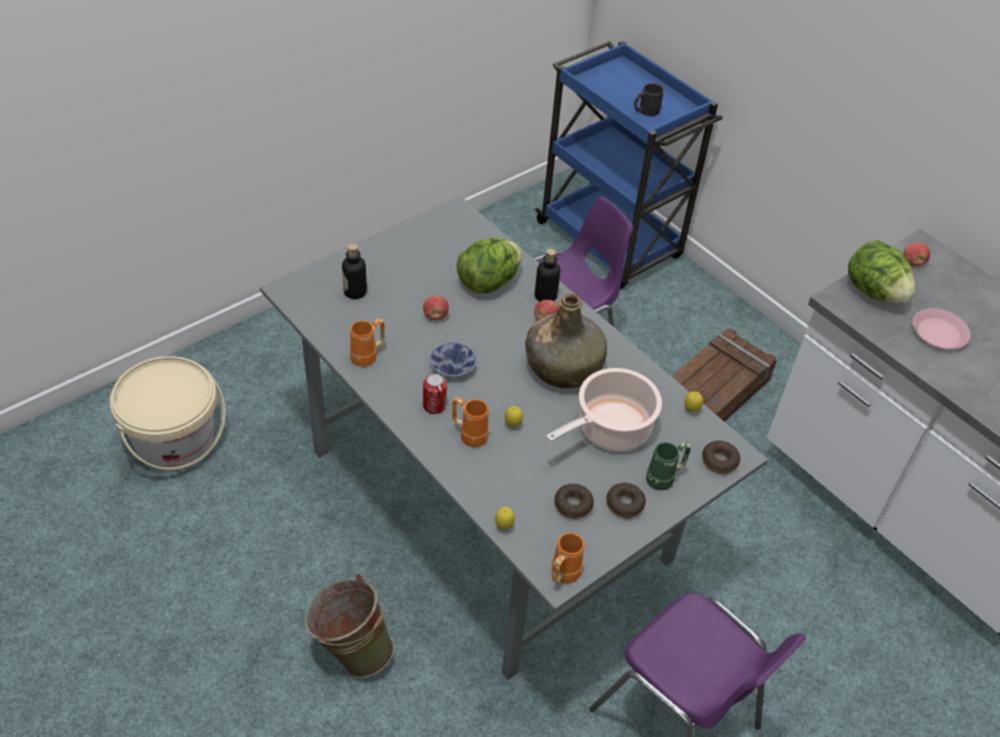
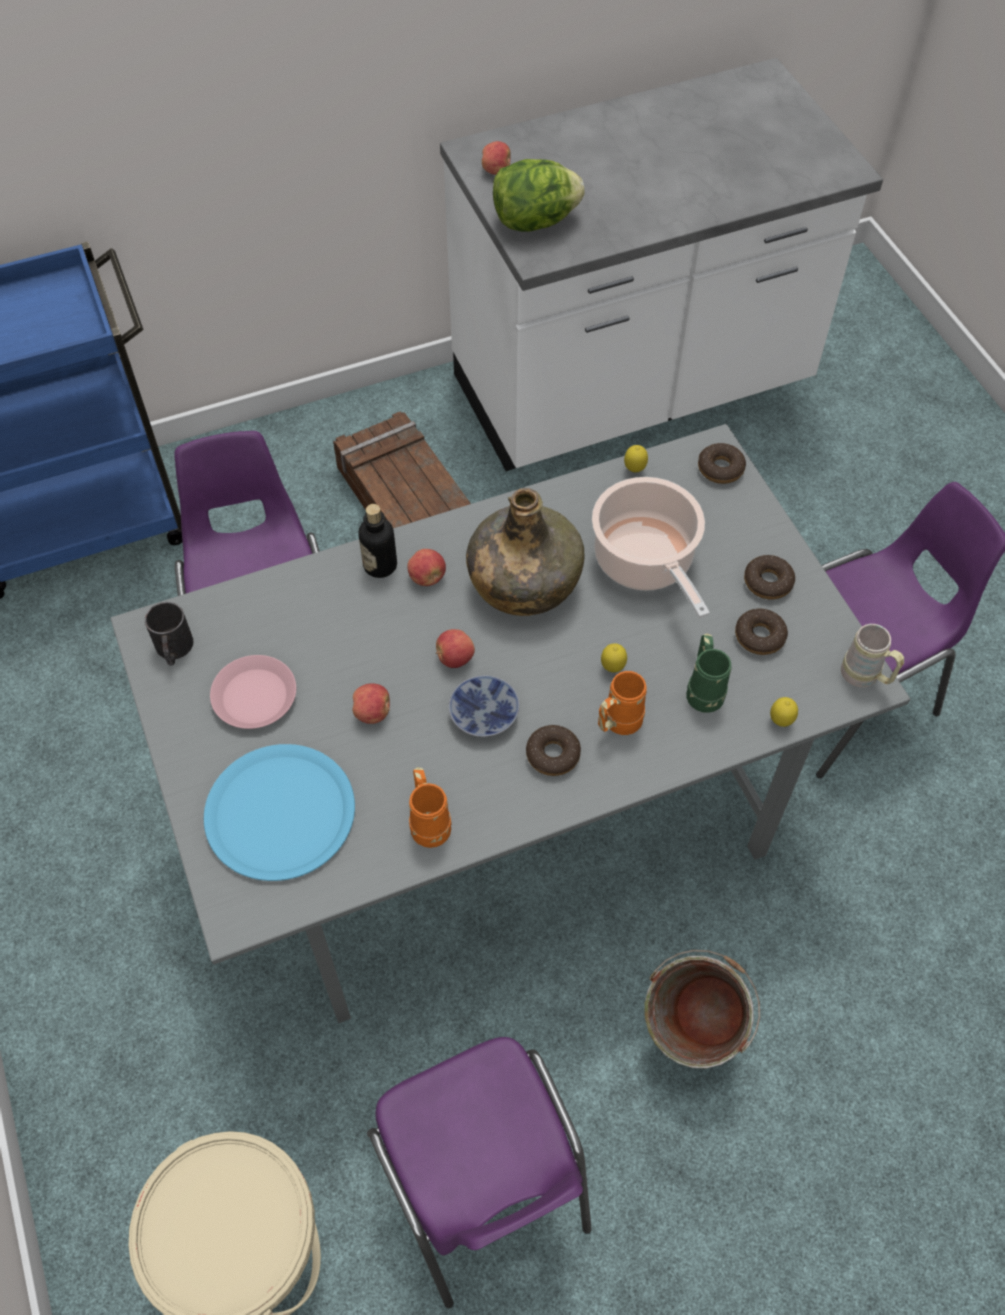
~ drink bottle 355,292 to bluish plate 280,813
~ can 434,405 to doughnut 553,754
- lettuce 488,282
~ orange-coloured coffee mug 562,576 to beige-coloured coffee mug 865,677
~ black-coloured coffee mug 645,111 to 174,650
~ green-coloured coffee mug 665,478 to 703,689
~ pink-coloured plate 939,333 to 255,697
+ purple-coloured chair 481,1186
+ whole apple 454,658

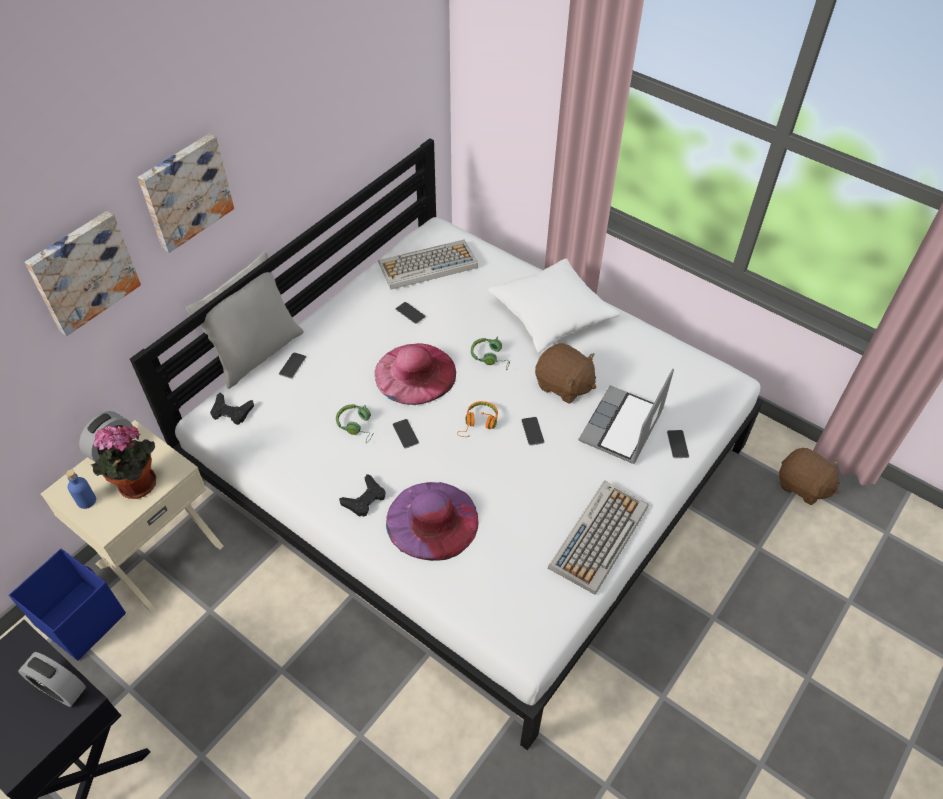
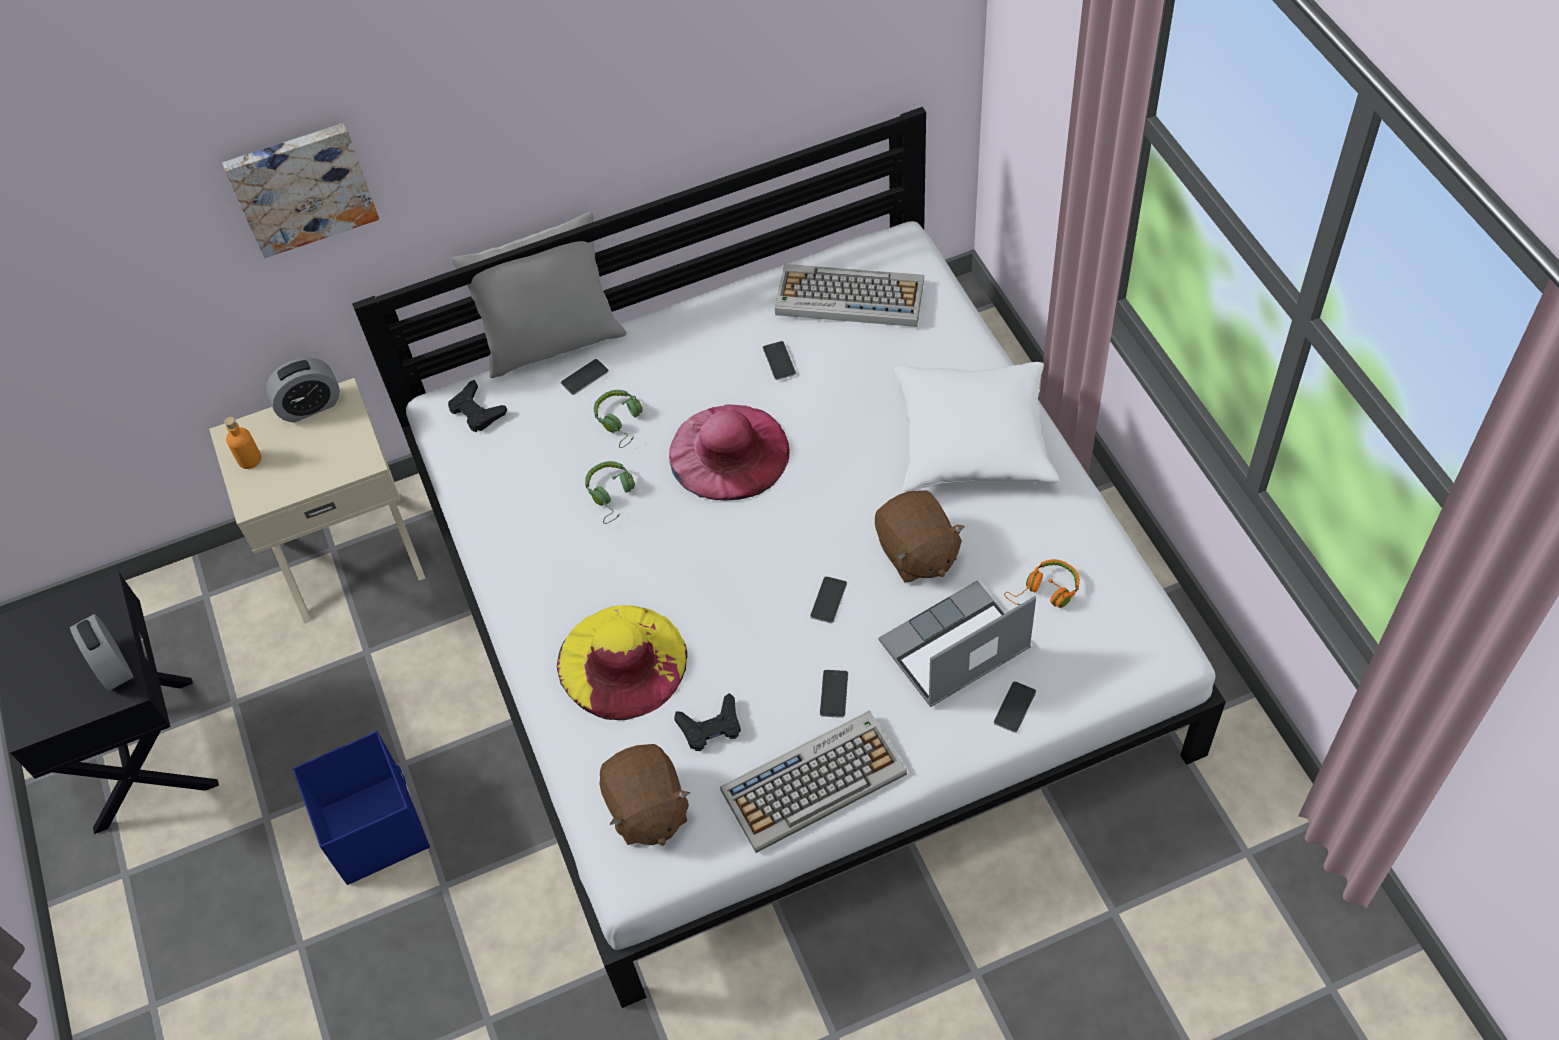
~ bluish storage bin 81,619 to 375,827
~ bluish drink bottle 86,501 to orange-coloured drink bottle 249,459
- potted plant 136,487
- picture 185,191
~ black-coloured gamepad 364,499 to 710,727
~ purple-coloured clothing hat 432,520 to yellowish clothing hat 622,661
~ phone 405,433 to 834,693
~ orange-coloured pair of headphones 478,423 to 1045,592
~ green-coloured pair of headphones 491,357 to 621,421
~ brown plush toy 803,486 to 647,809

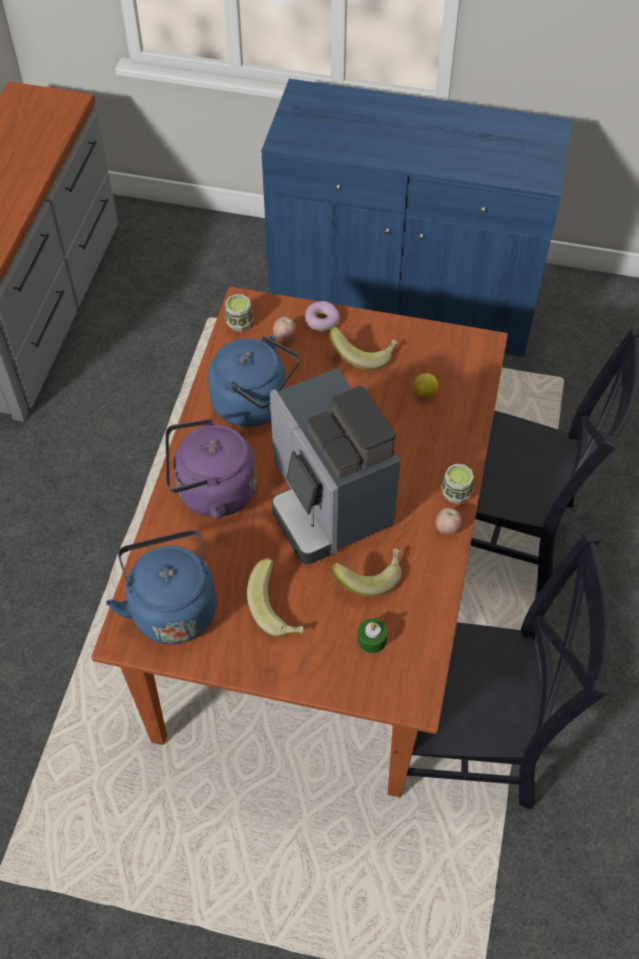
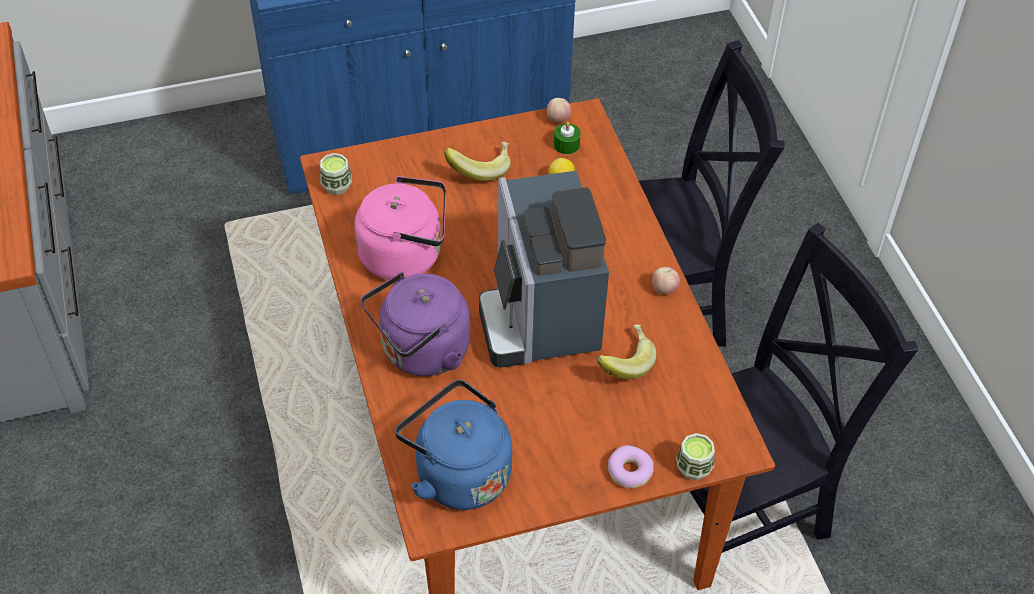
~ bluish tea kettle 254,404 to pink-coloured tea kettle 406,255
- banana 278,609
~ coffee brewer 327,503 = 540,314 45 degrees clockwise
~ whole apple 284,337 to 558,119
~ doughnut 321,320 to 629,471
~ green-coloured wax candle 372,640 to 566,145
~ cup 456,493 to 693,468

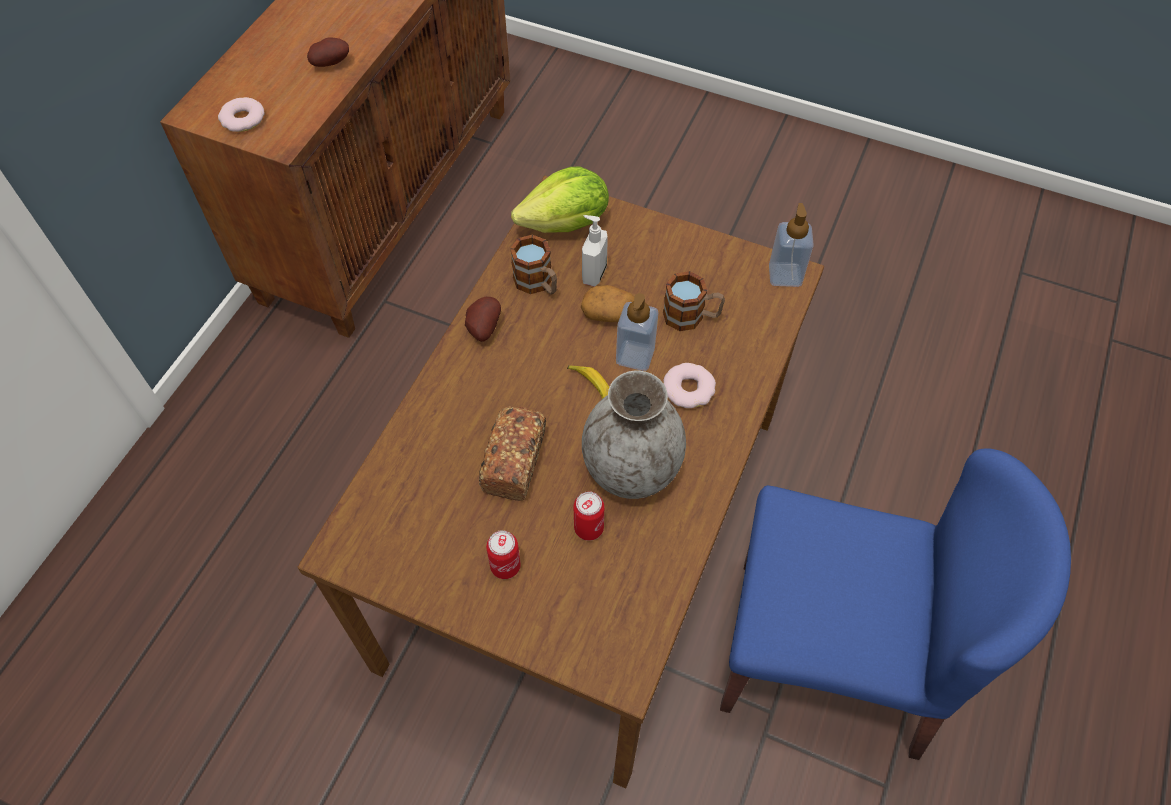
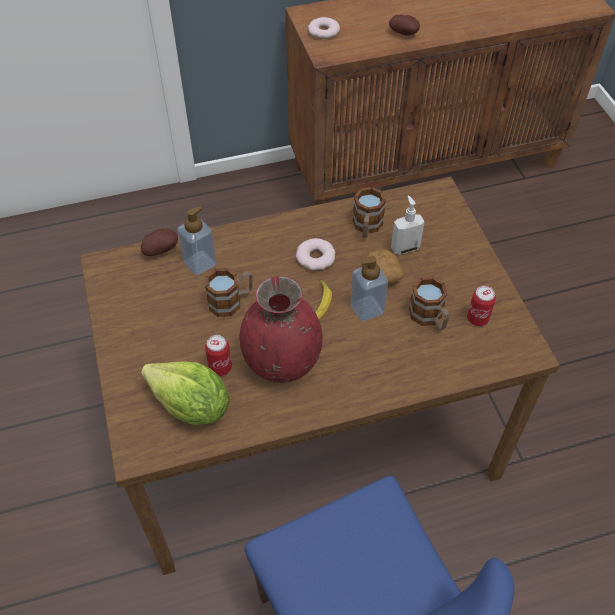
~ potato 482,328 to 160,250
~ baked bread 514,462 to coffee mug 231,301
~ can 505,566 to 477,318
~ lettuce 566,224 to 191,407
~ greyish flower vase 631,470 to red flower vase 281,362
~ doughnut 688,389 to 316,257
~ soap dispenser 785,275 to 200,263

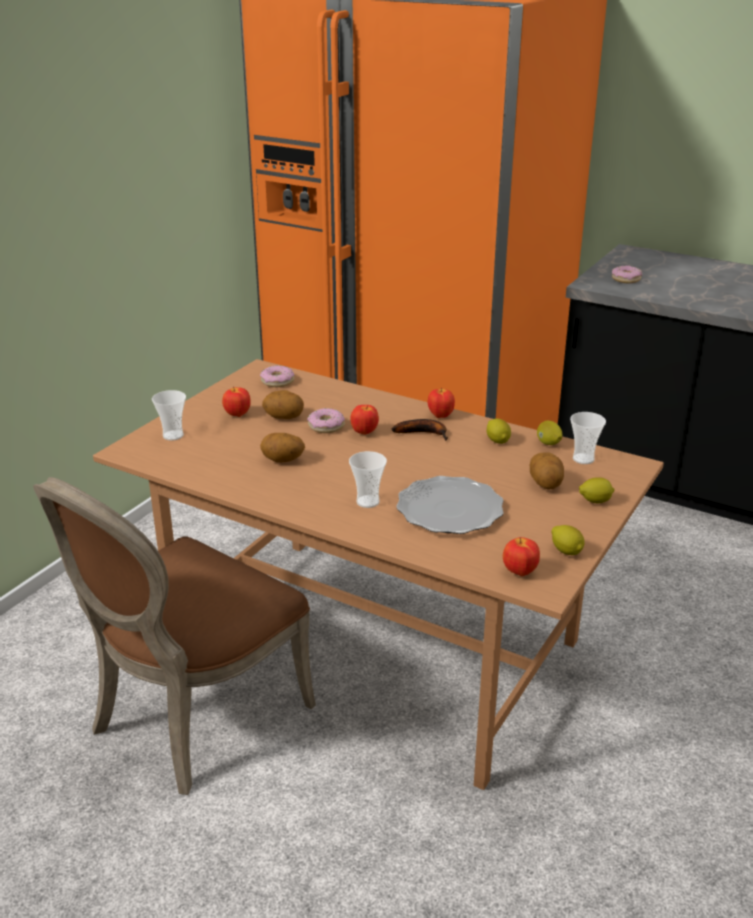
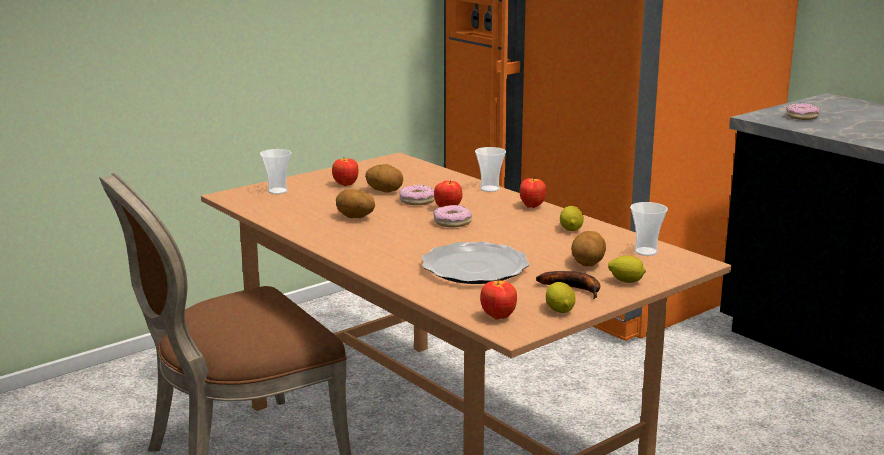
~ doughnut 277,381 to 452,222
~ cup 368,502 to 489,189
~ banana 424,433 to 574,289
- citrus fruit 548,443

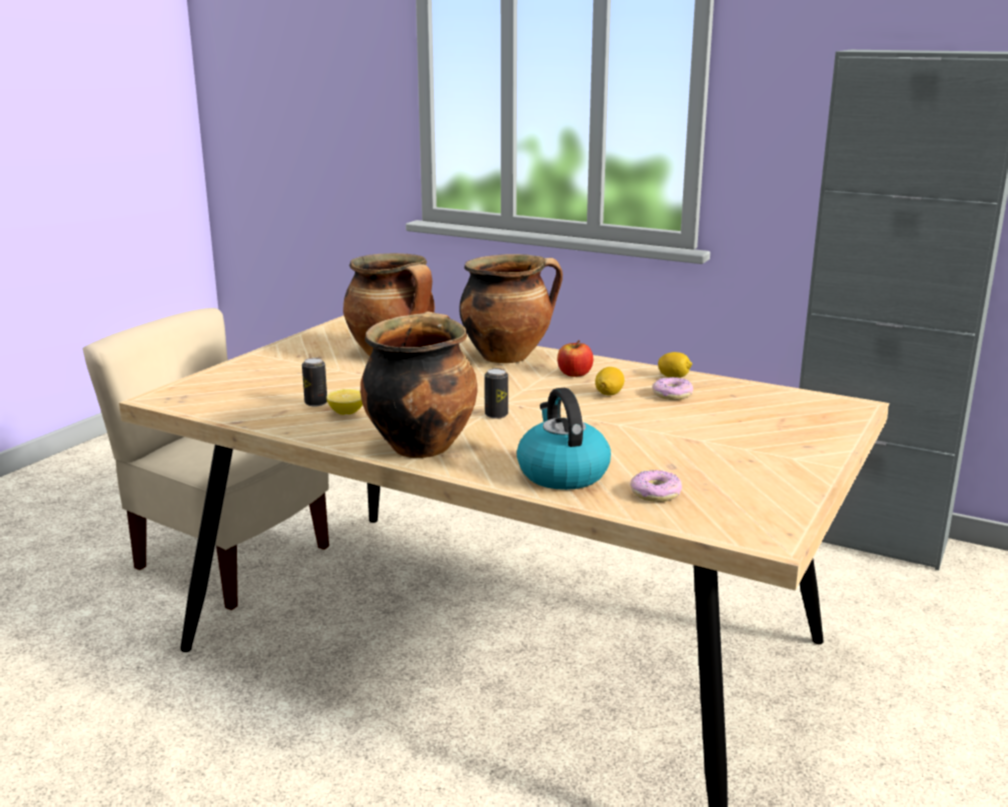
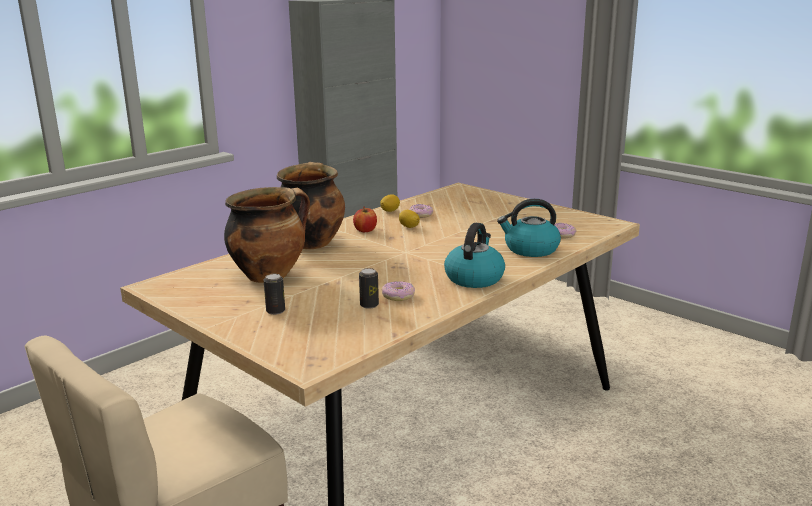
~ citrus fruit 346,413 to doughnut 398,296
~ cooking pot 421,445 to tea kettle 474,278
~ can 496,415 to 275,311

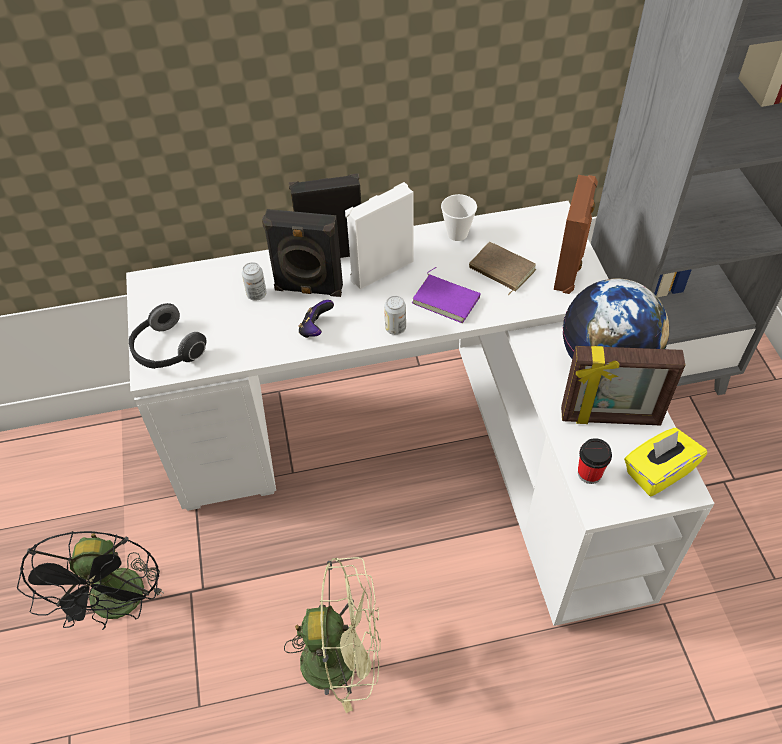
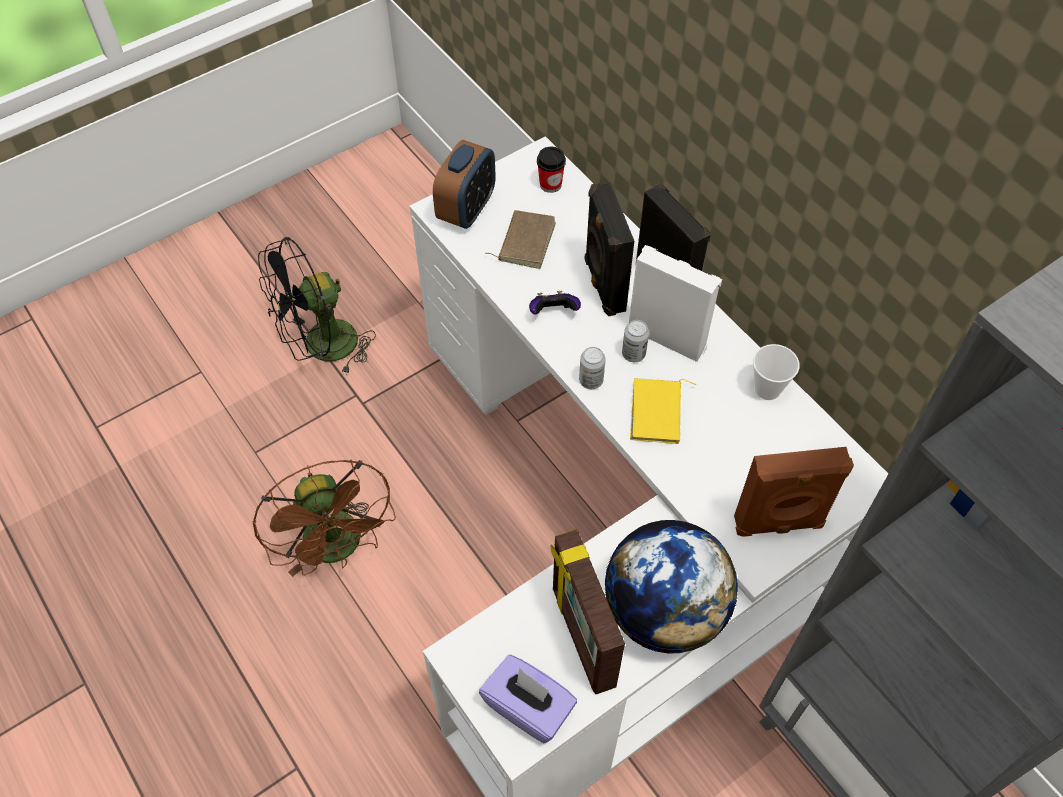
~ pair of headphones 167,351 to bedside clock 467,210
~ can 256,294 to 633,354
~ green-coloured electric fan 342,658 to brown electric fan 339,548
~ purple-coloured volume 447,299 to yellowish volume 658,413
~ brown volume 500,270 to 524,241
~ cup 589,473 to 550,184
~ yellowish box of tissues 658,472 to purple-coloured box of tissues 528,707

